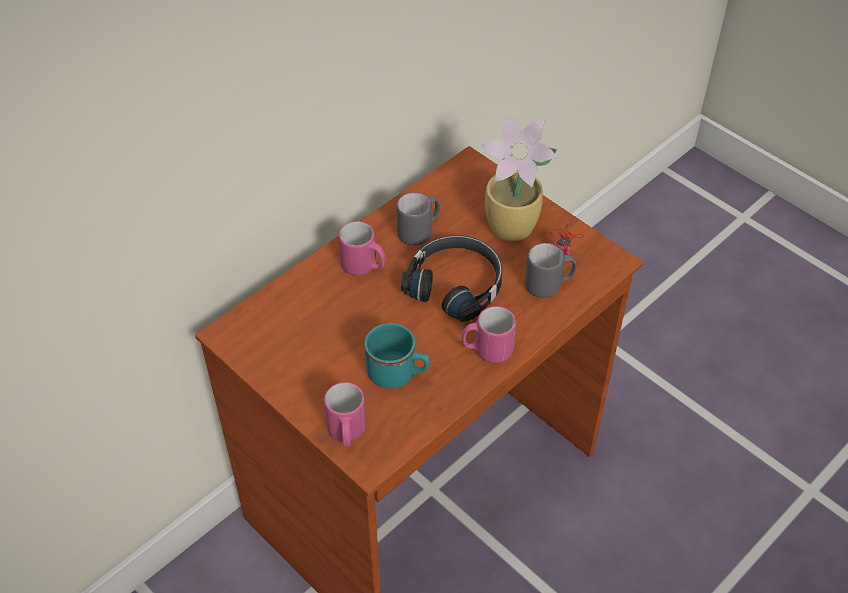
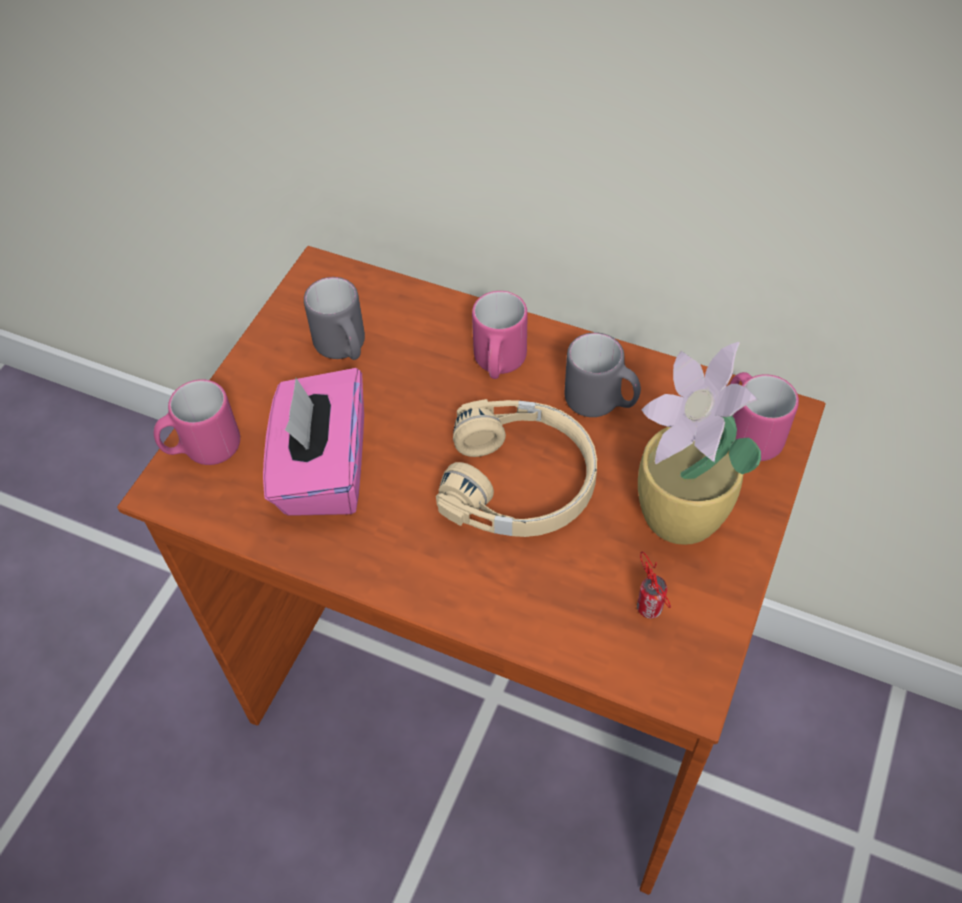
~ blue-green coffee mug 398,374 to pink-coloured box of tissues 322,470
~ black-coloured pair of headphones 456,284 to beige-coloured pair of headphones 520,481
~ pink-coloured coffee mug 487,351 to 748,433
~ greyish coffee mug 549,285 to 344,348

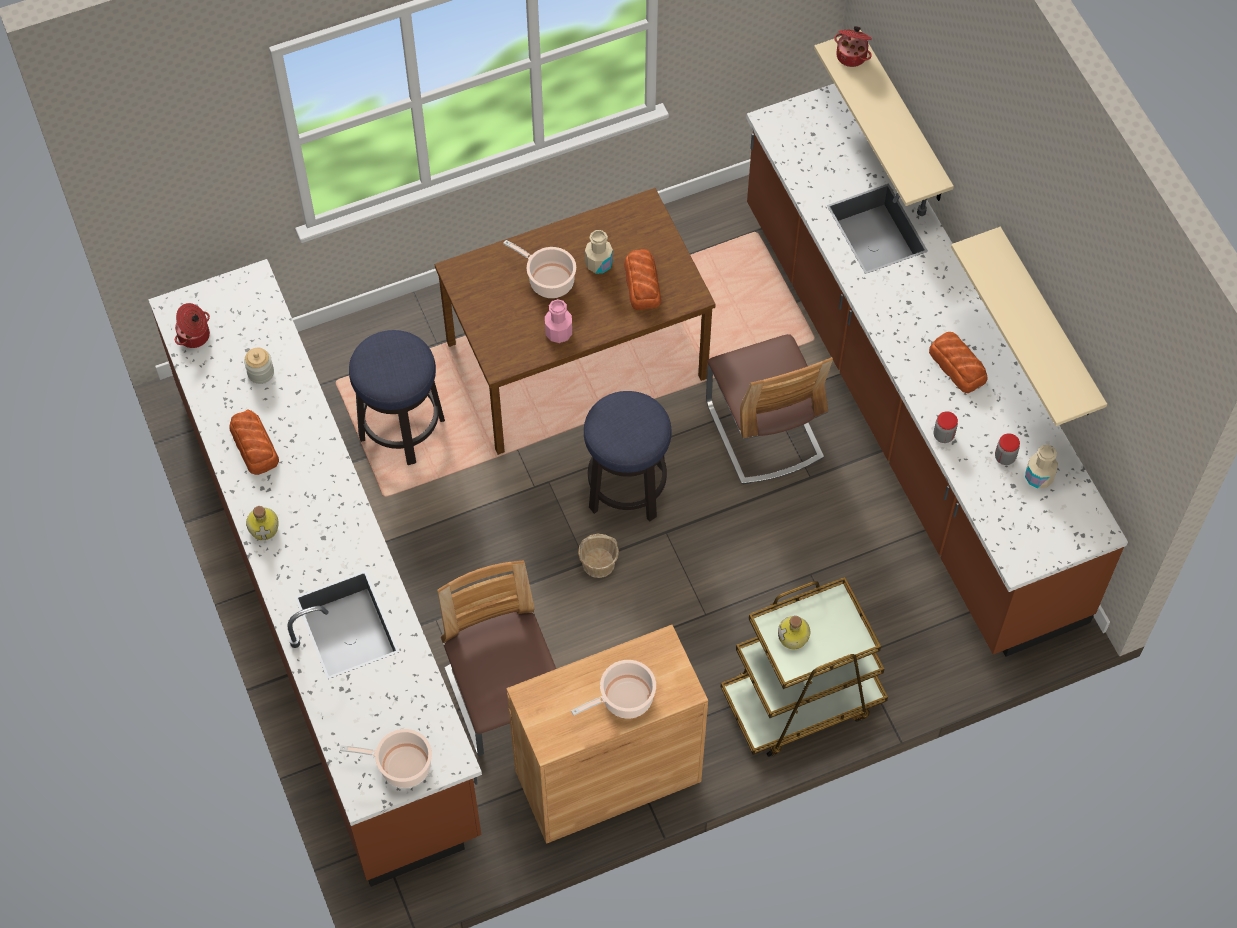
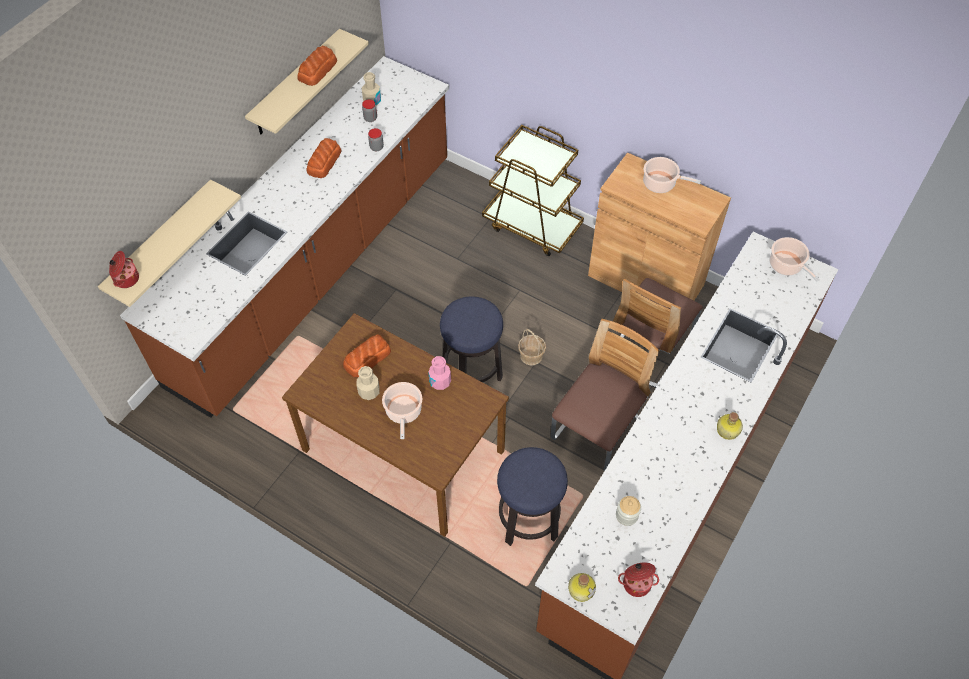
~ baked bread 254,446 to 318,70
~ chair 764,431 to 597,431
~ drink bottle 794,637 to 581,589

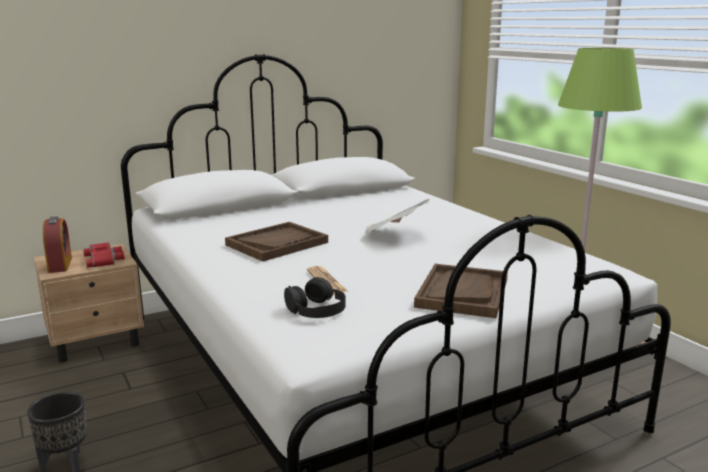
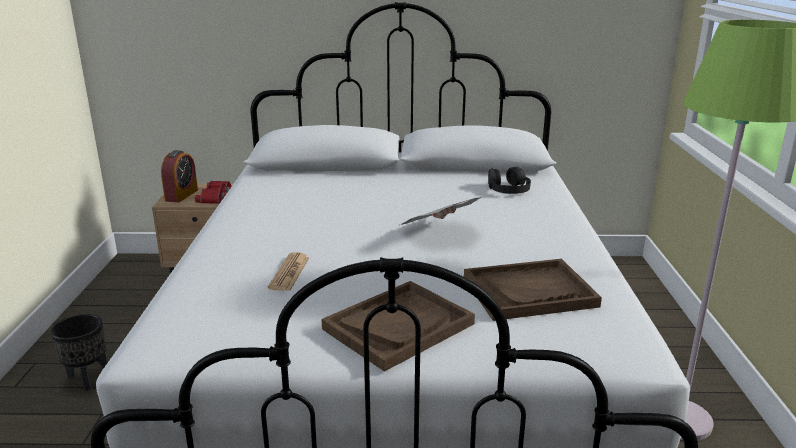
~ brown serving tray 277,243 to 529,292
~ black-coloured pair of headphones 316,309 to 508,189

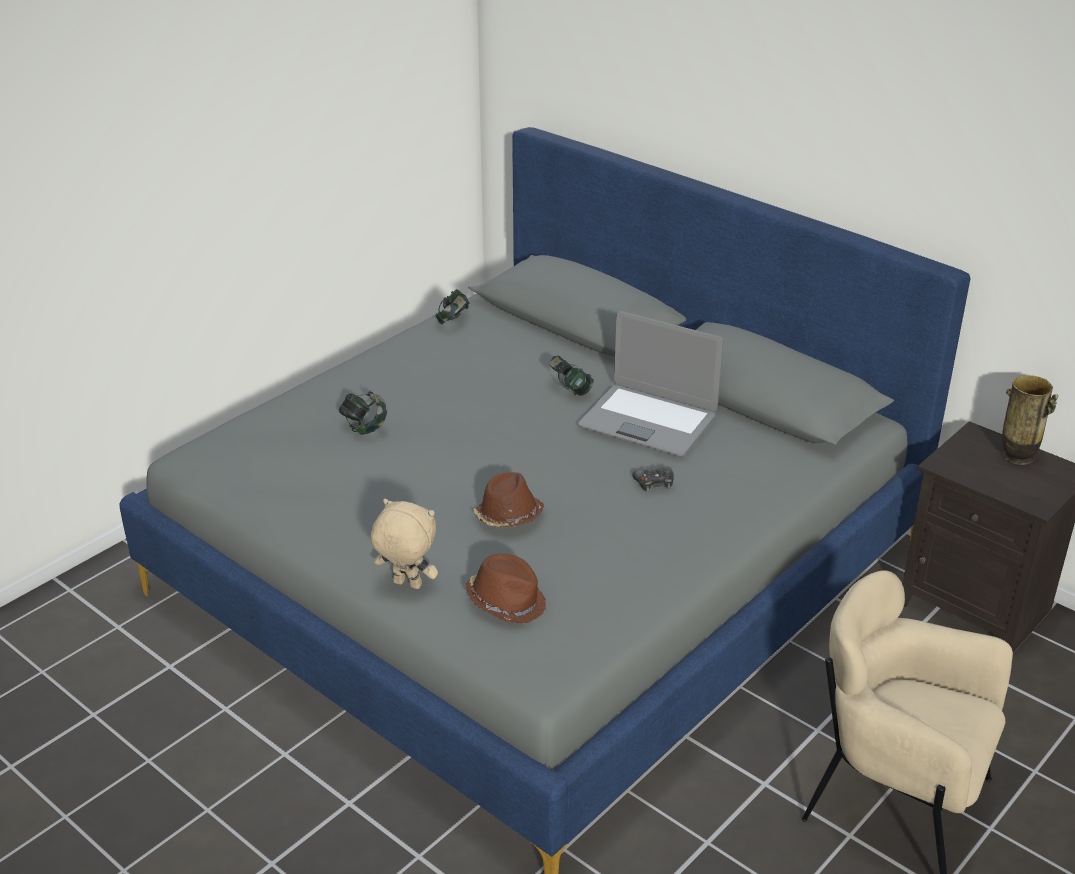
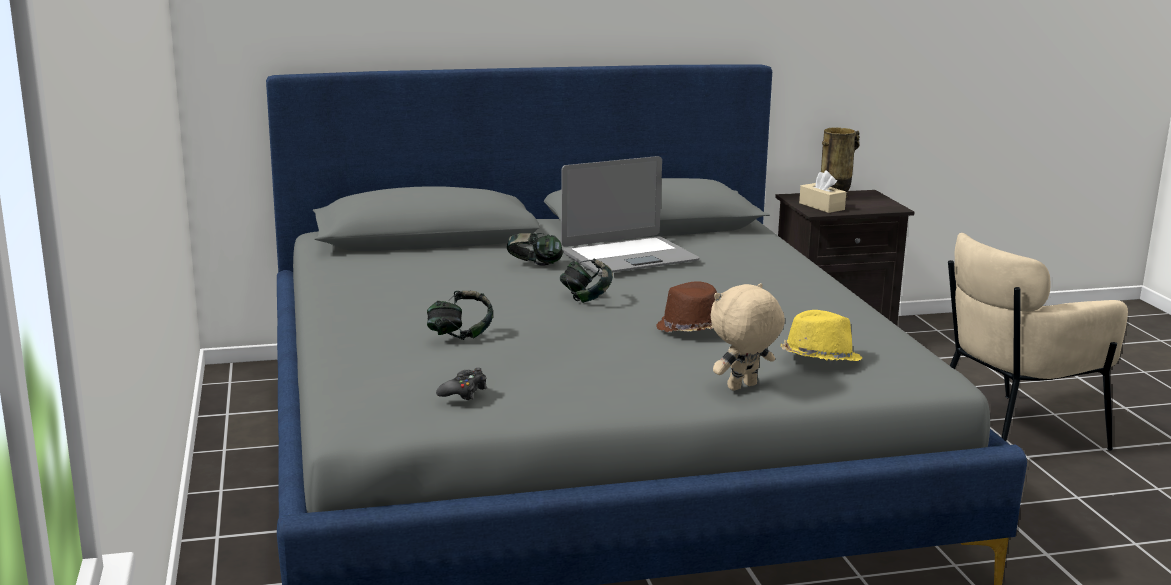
~ pair of headphones 453,321 to 586,298
~ brown clothing hat 506,602 to yellowish clothing hat 818,359
~ black-coloured gamepad 654,483 to 463,392
+ beige-coloured box of tissues 821,206

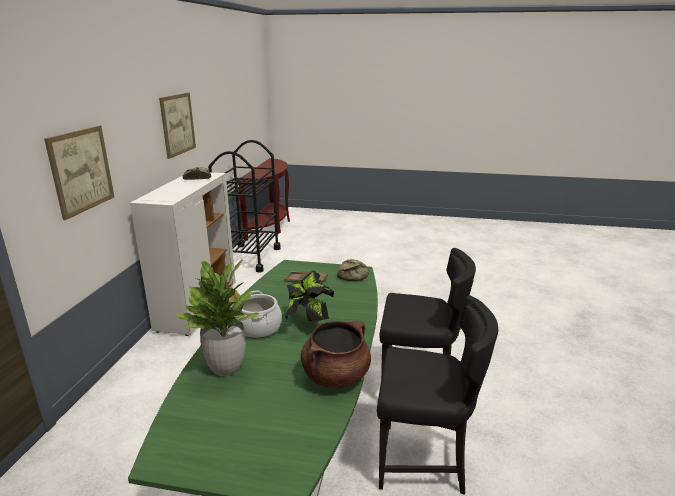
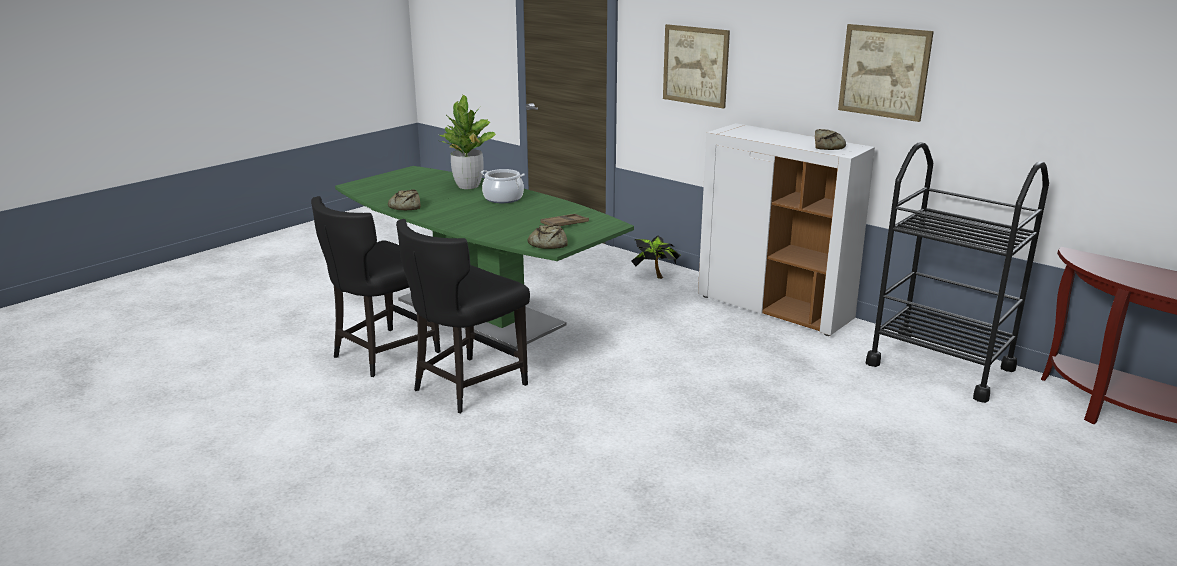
~ potted plant 308,323 to 655,276
~ brown cooking pot 336,376 to baked bread 405,206

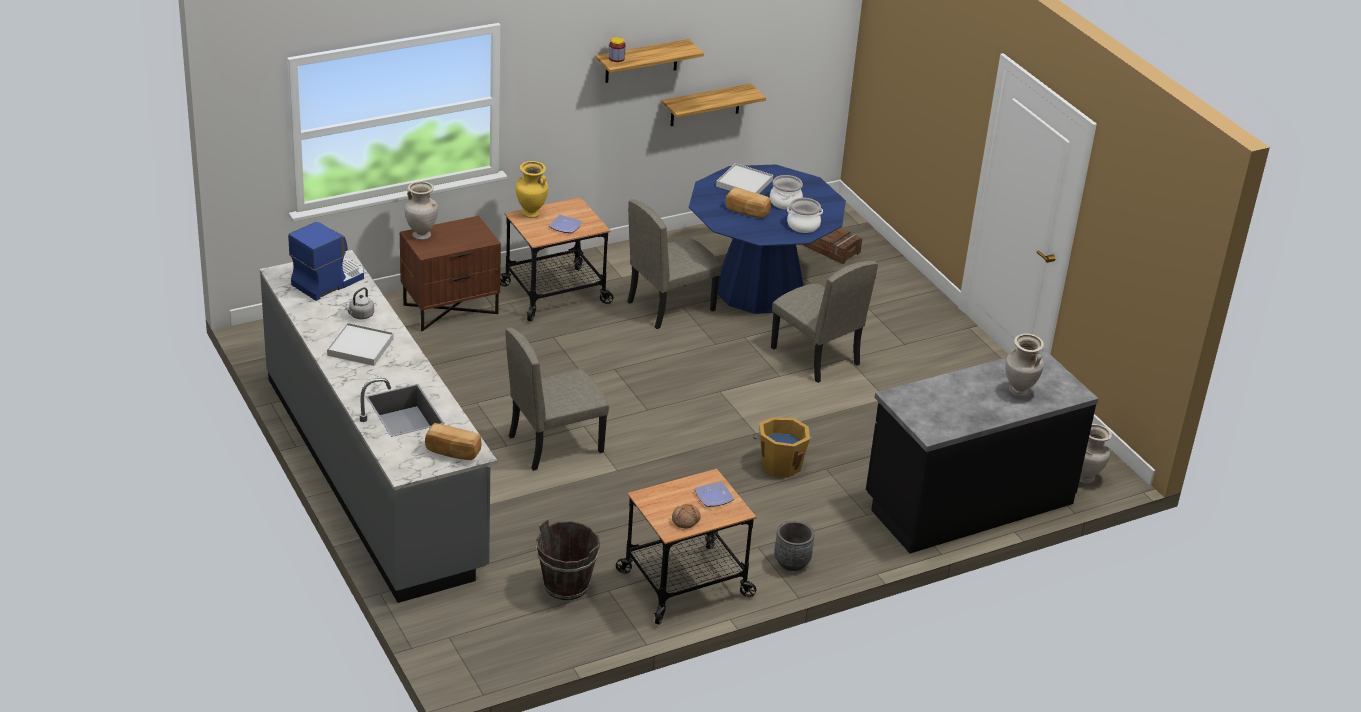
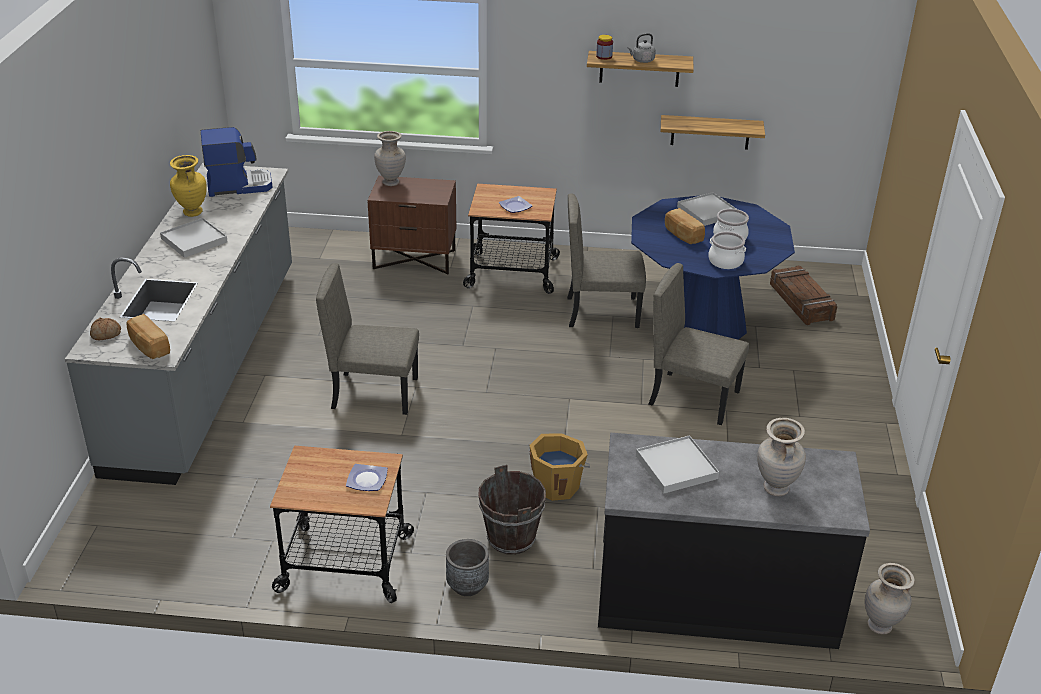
~ greyish tea kettle 360,315 to 642,60
~ yellowish flower vase 531,214 to 192,212
~ brown pail 566,585 to 511,538
~ baked bread 686,520 to 105,334
~ beige-coloured chair 814,356 = 694,397 120 degrees clockwise
+ whitish serving tray 676,467

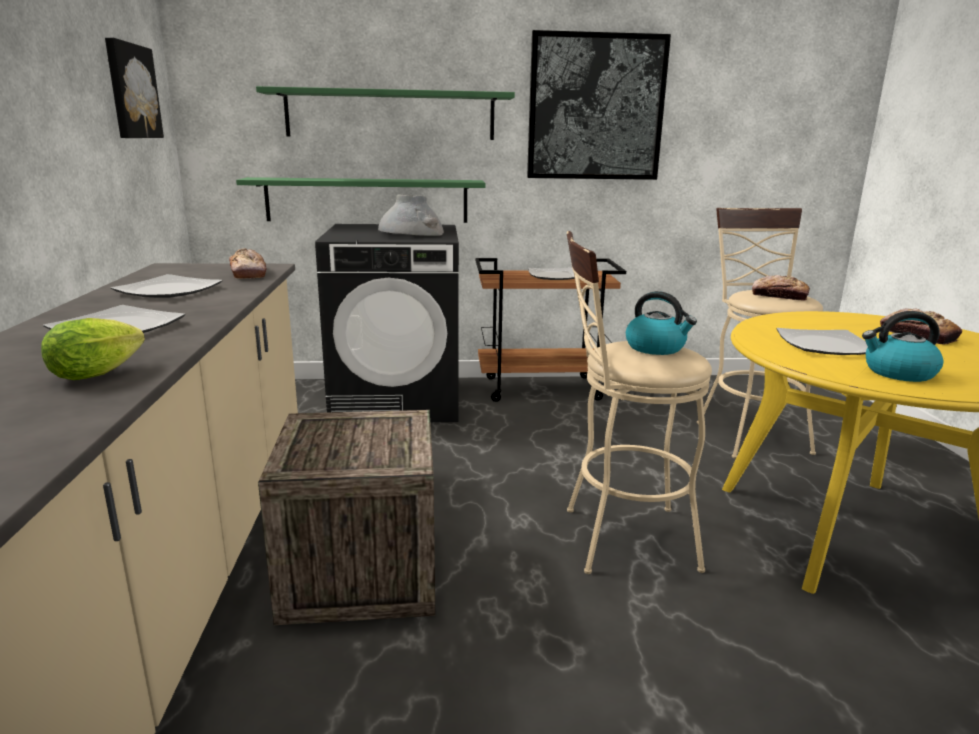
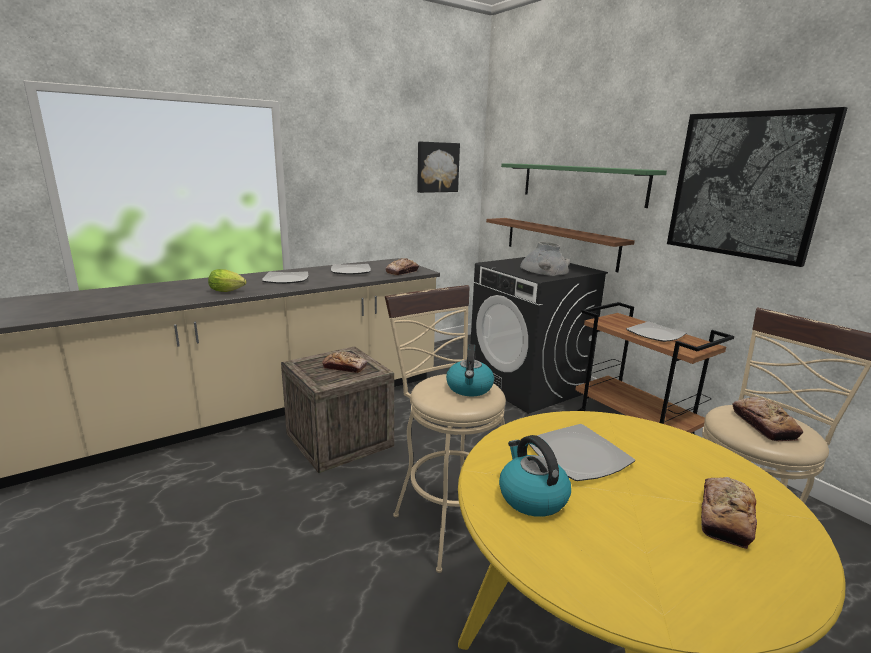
~ green-coloured bracket shelf 367,200 to brown bracket shelf 559,242
+ baked bread 345,367

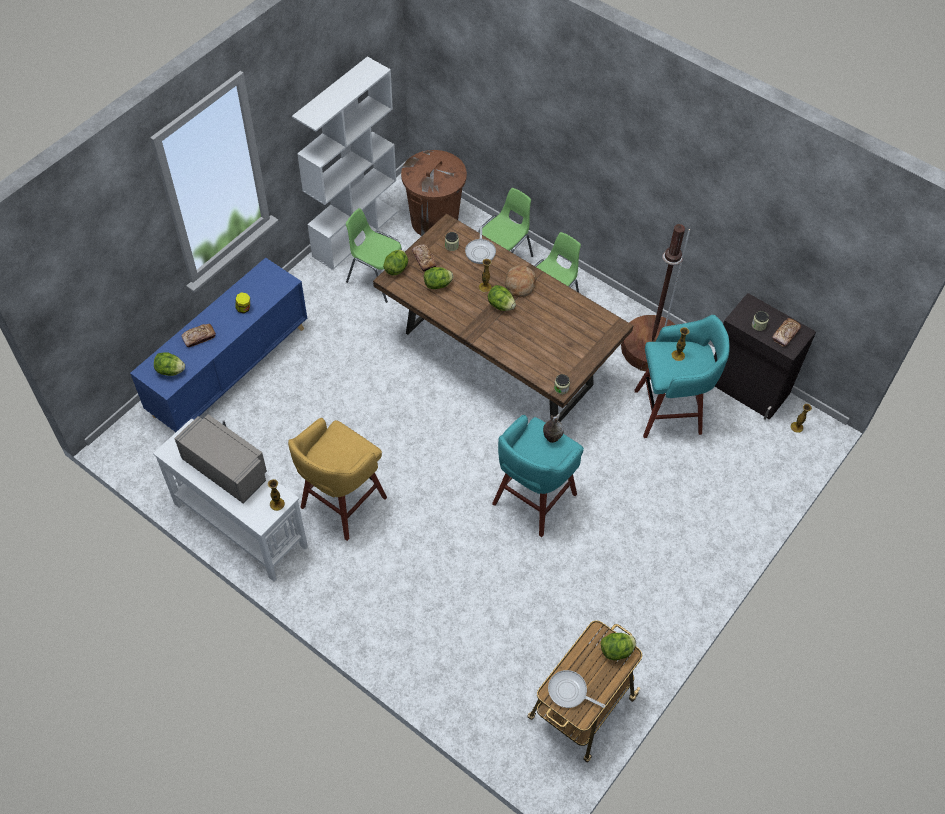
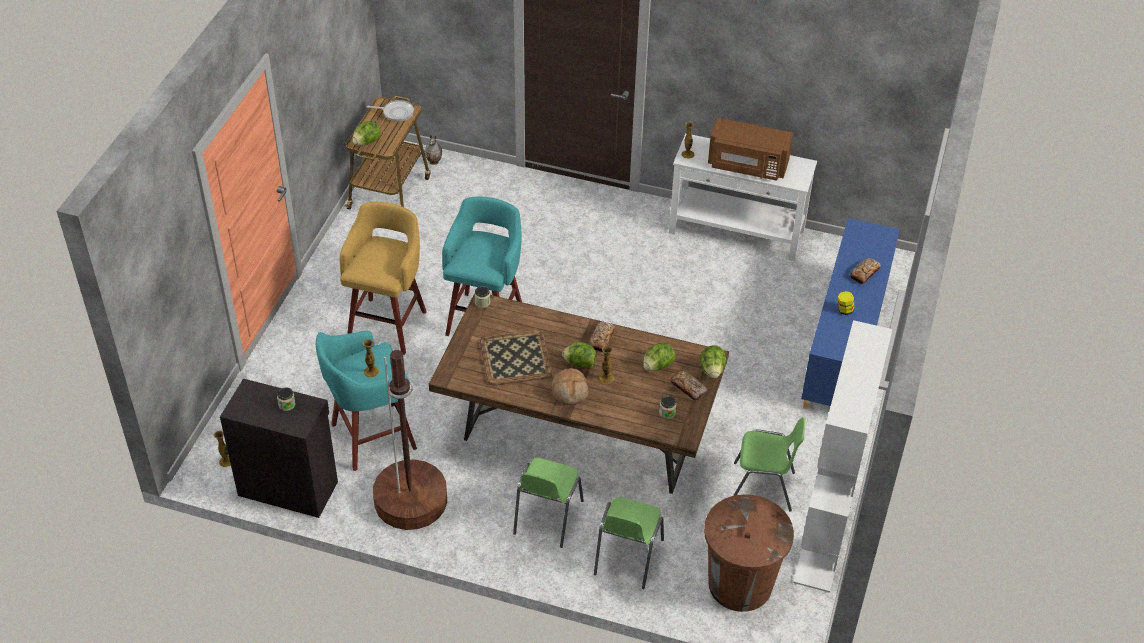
- lettuce 170,371
~ greyish kitchen microwave 226,468 to brown kitchen microwave 747,166
~ yellowish stool 341,504 to 388,324
- pan 480,251
~ flower vase 551,438 to 434,162
~ baked bread 785,334 to 601,339
+ serving tray 516,357

